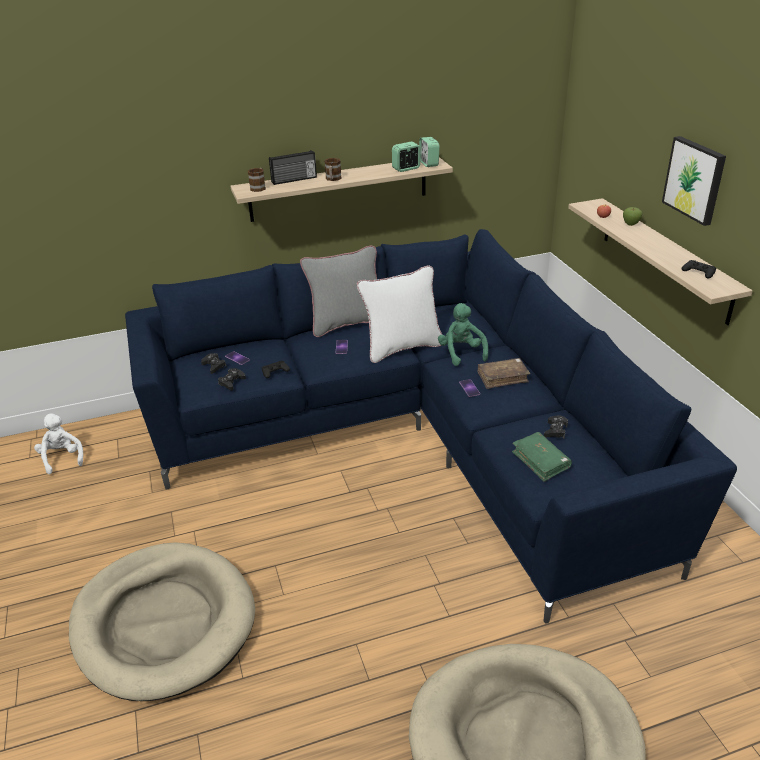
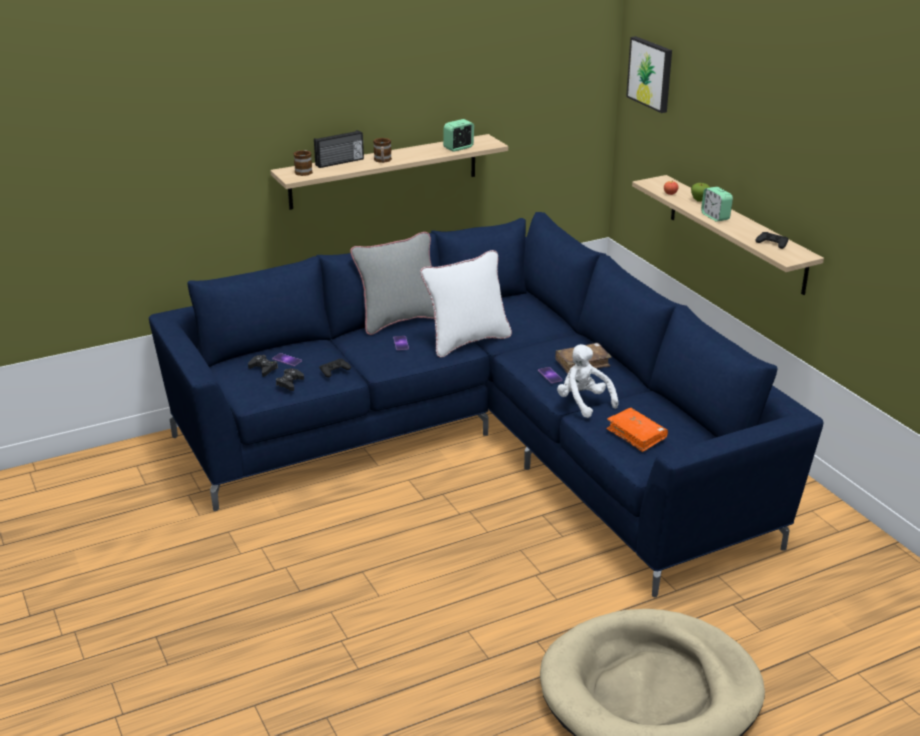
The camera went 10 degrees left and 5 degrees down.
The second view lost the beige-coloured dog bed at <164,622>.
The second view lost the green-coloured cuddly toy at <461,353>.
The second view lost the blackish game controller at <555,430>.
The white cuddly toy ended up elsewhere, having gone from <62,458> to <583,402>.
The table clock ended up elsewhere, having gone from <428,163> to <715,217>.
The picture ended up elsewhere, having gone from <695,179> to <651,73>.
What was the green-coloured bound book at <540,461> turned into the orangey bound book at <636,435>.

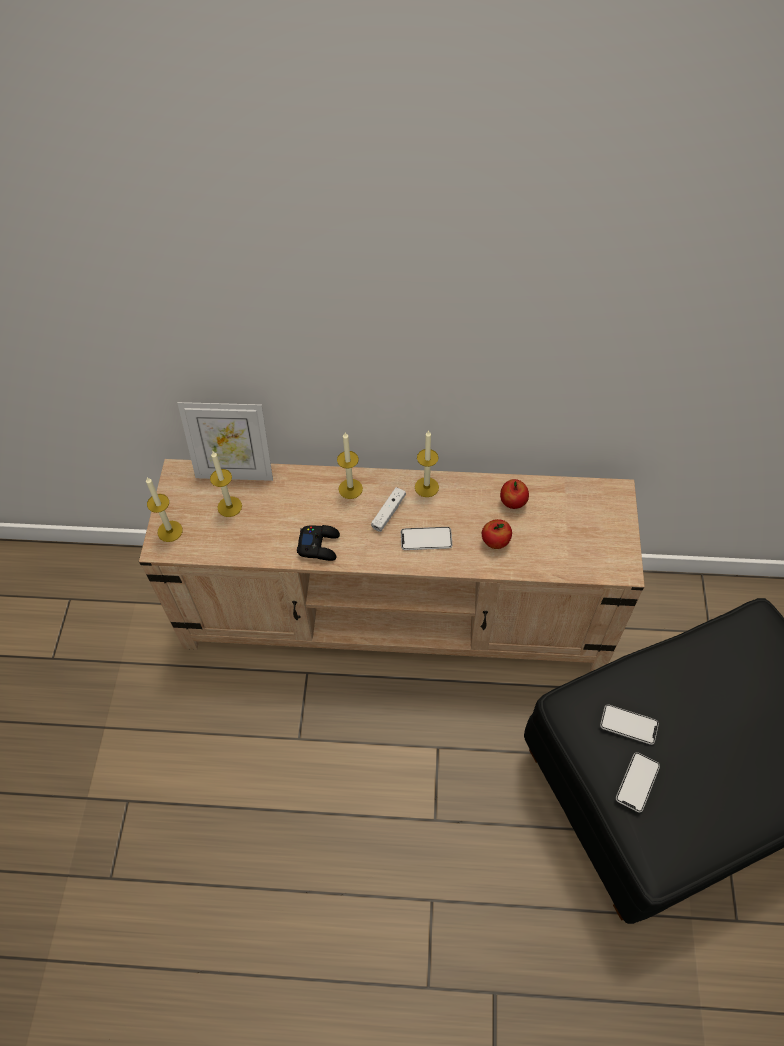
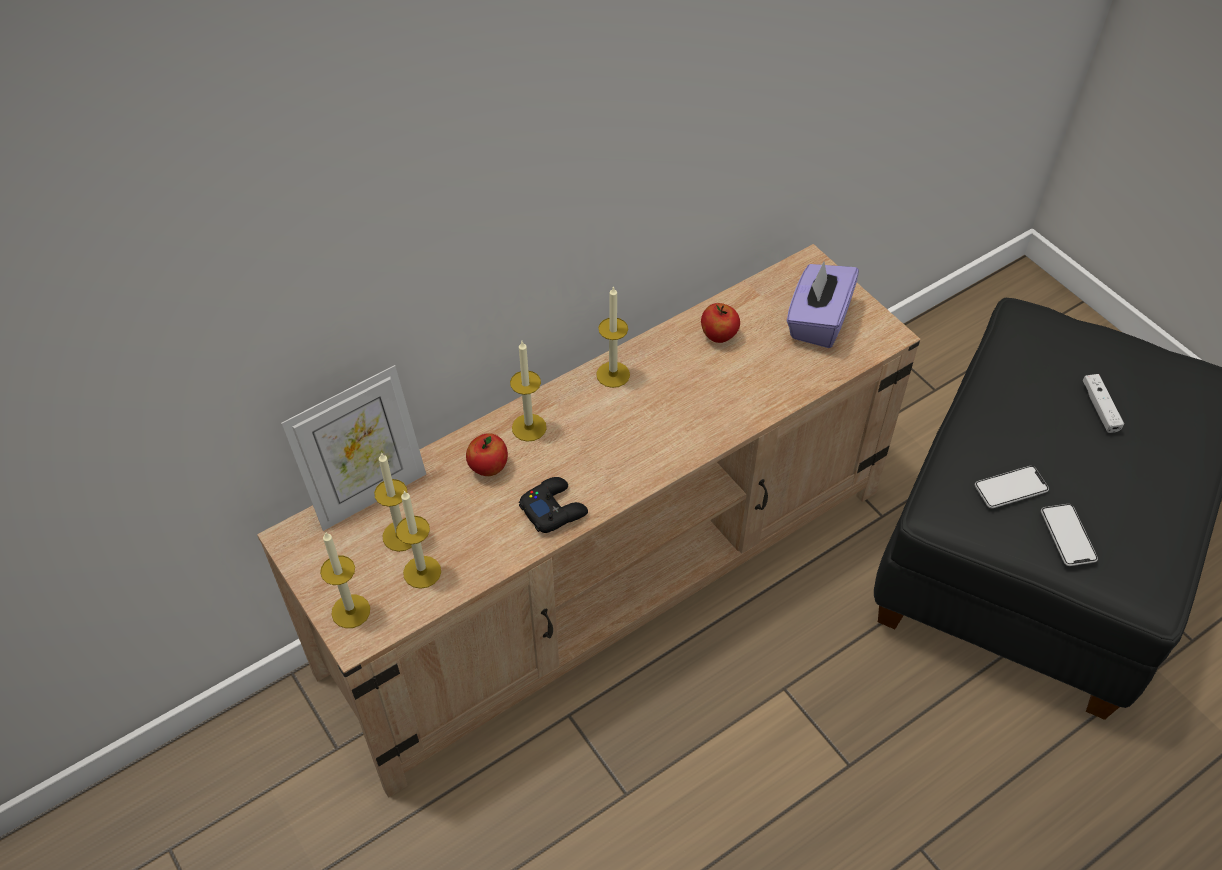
The camera went 40 degrees left and 5 degrees down.
The second view lost the handset at <426,539>.
The second view gained the wax candle at <422,572>.
The second view gained the purple-coloured tissue holder at <817,321>.
The white game controller ended up elsewhere, having gone from <388,512> to <1100,408>.
The apple fruit ended up elsewhere, having gone from <495,542> to <488,468>.

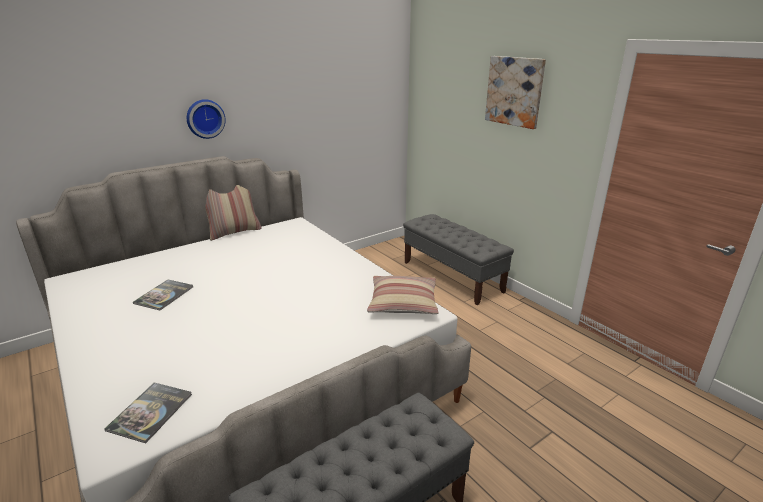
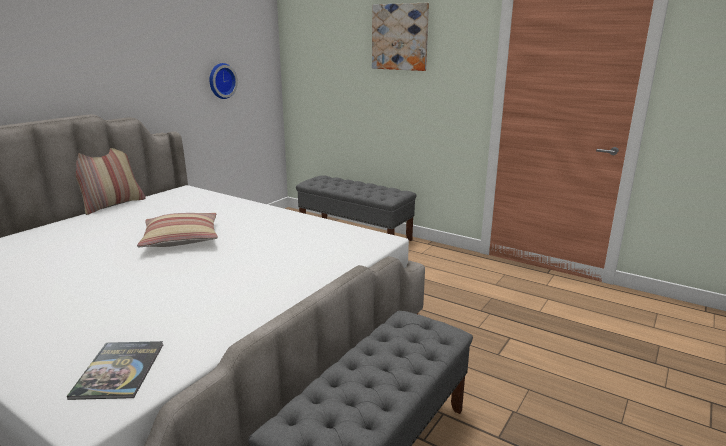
The camera went 20 degrees left and 5 degrees down.
The second view lost the bound book at <164,295>.
The wall clock ended up elsewhere, having gone from <205,118> to <221,81>.
The pillow ended up elsewhere, having gone from <403,303> to <181,239>.

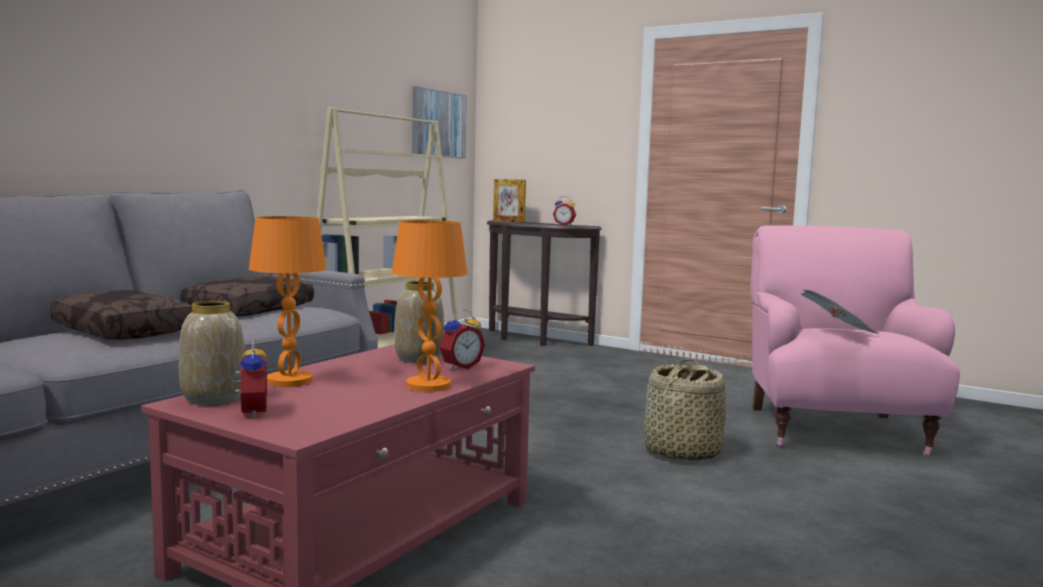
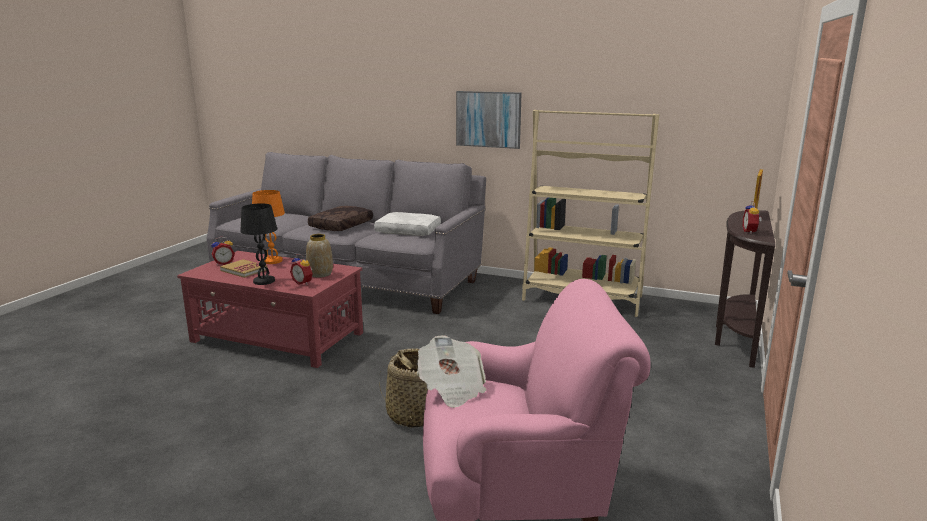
The camera went 80 degrees right and 10 degrees up.
The second view lost the flower vase at <214,399>.
The second view gained the bound book at <244,270>.
The picture ended up elsewhere, having gone from <438,124> to <488,119>.
What was the brown pillow at <249,310> turned into the white pillow at <409,231>.
What was the orangey tabletop lamp at <429,386> turned into the blackish tabletop lamp at <264,281>.

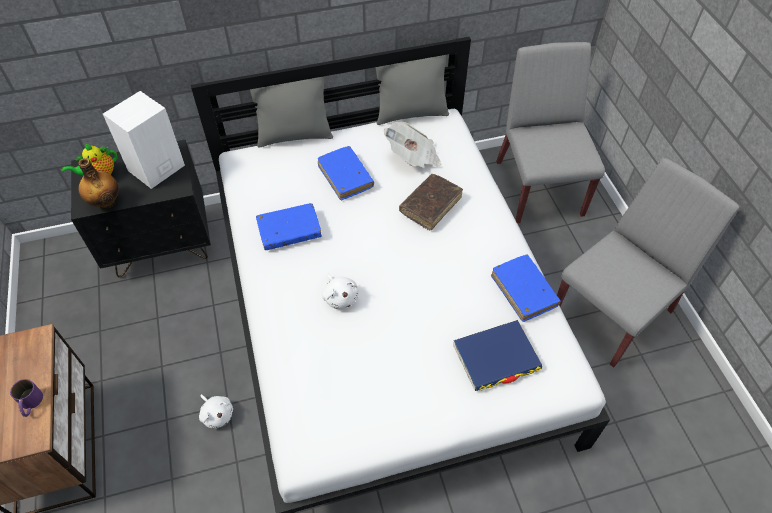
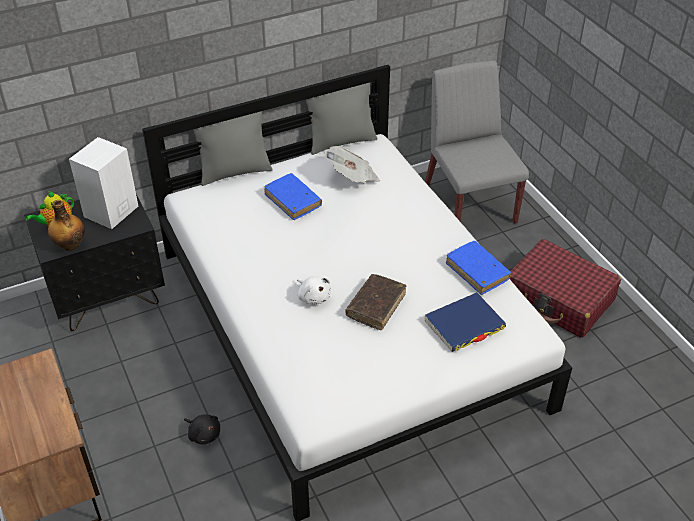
The camera went 10 degrees left and 10 degrees down.
The second view lost the purple-coloured tea mug at <30,404>.
The second view lost the bluish bound book at <289,231>.
The brown bound book ended up elsewhere, having gone from <430,205> to <376,306>.
Where the grey upright chair stood at <613,312>, the red-coloured suitcase came to stand at <559,299>.
What was the white cuddly toy at <217,414> turned into the blackish cuddly toy at <203,434>.

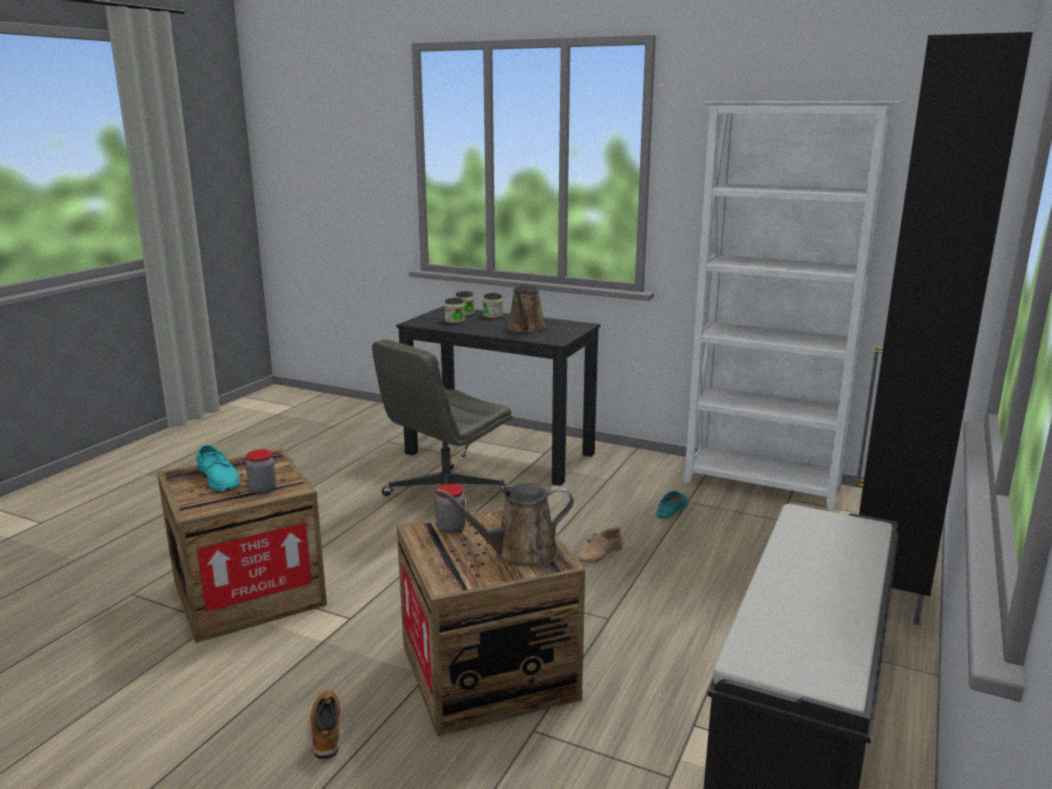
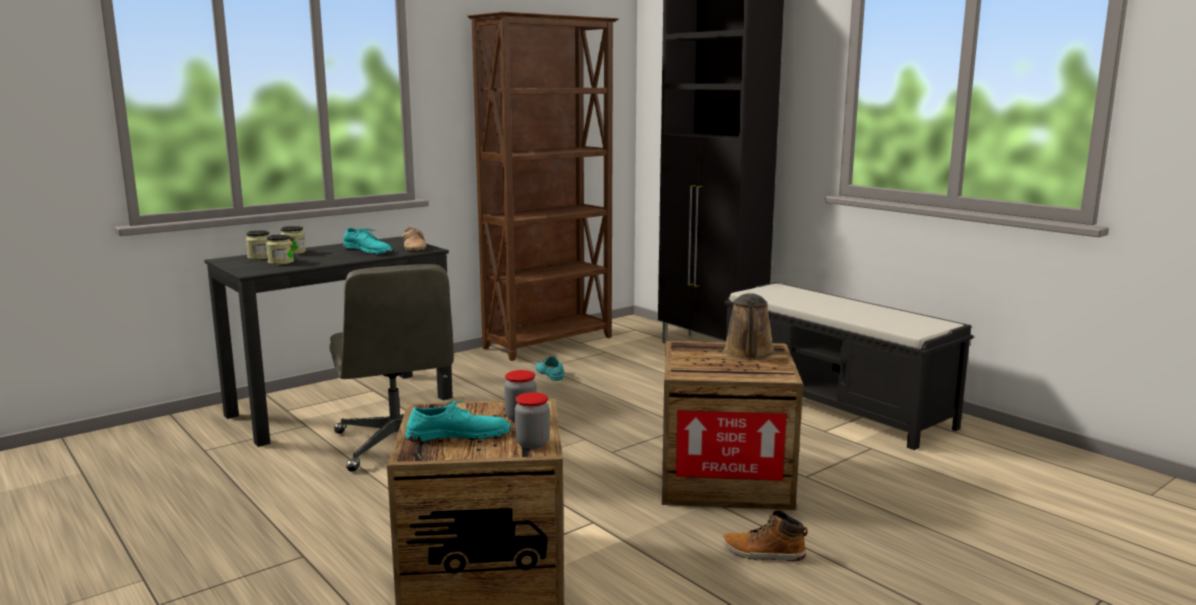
The camera went 65 degrees left and 5 degrees down.
The preserve jar ended up elsewhere, having gone from <451,527> to <532,443>.
The beige-coloured low shoe ended up elsewhere, having gone from <601,553> to <415,247>.
Where the brown watering can stood at <526,329>, the turquoise-coloured low shoe came to stand at <368,250>.
What was the white bookcase at <763,485> turned into the brown bookcase at <550,343>.

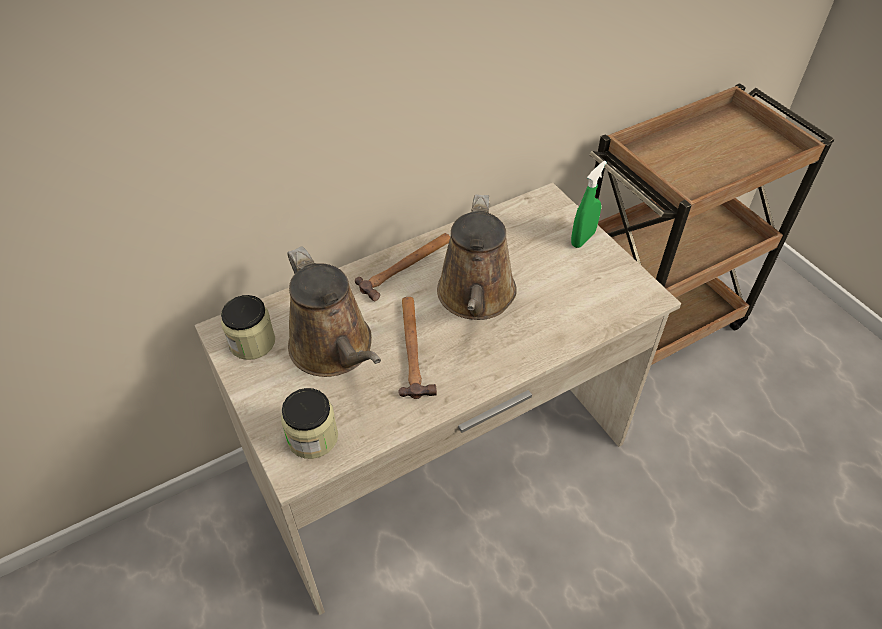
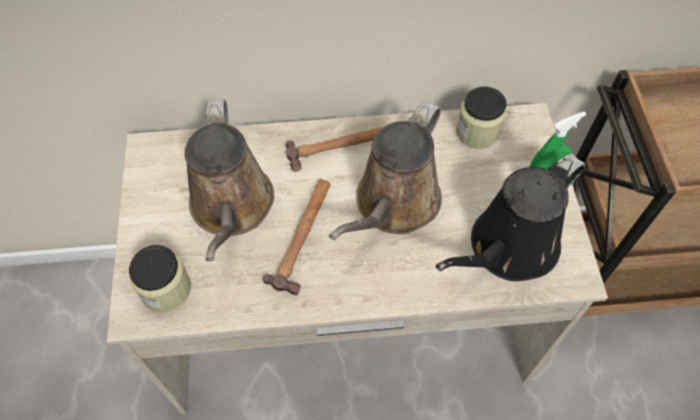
The camera went 25 degrees right and 10 degrees up.
The second view gained the blackish watering can at <508,248>.
The preserve jar ended up elsewhere, having gone from <252,342> to <477,131>.

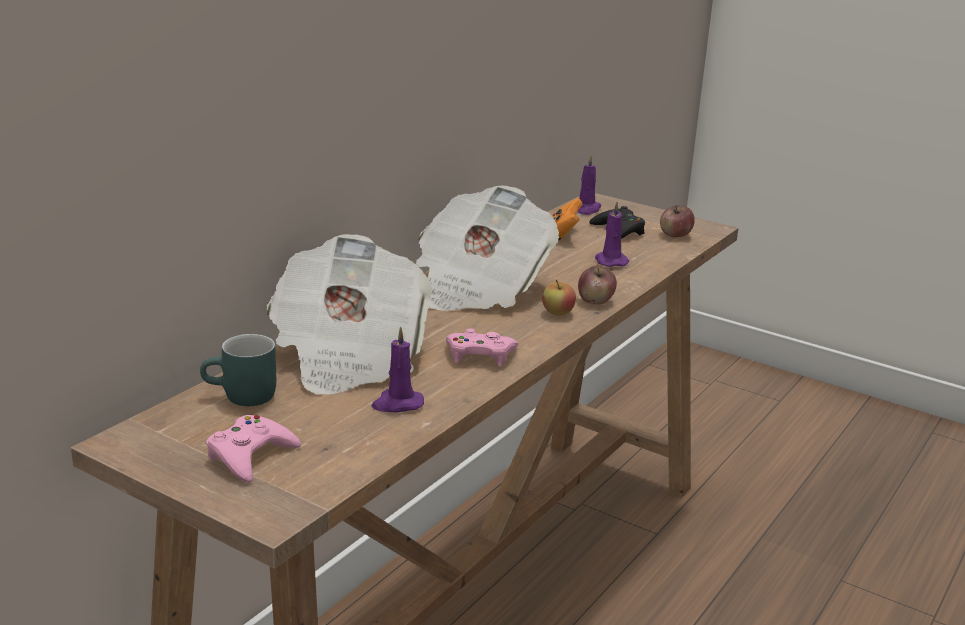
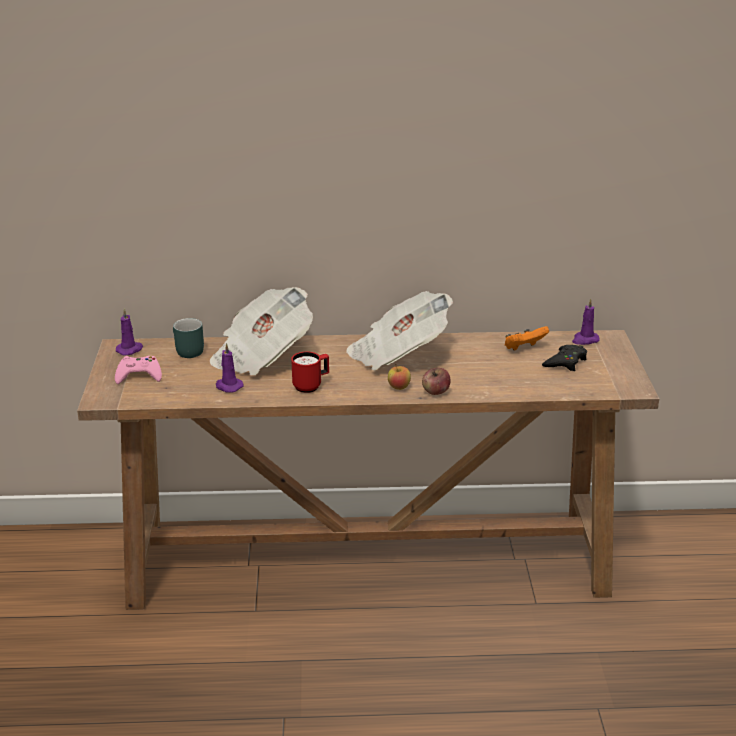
The camera went 55 degrees right and 5 degrees up.
The second view lost the apple fruit at <675,235>.
The purple-coloured wax candle ended up elsewhere, having gone from <610,261> to <130,350>.
Where the pink-coloured game controller stood at <480,355>, the red-coloured tea mug came to stand at <311,386>.

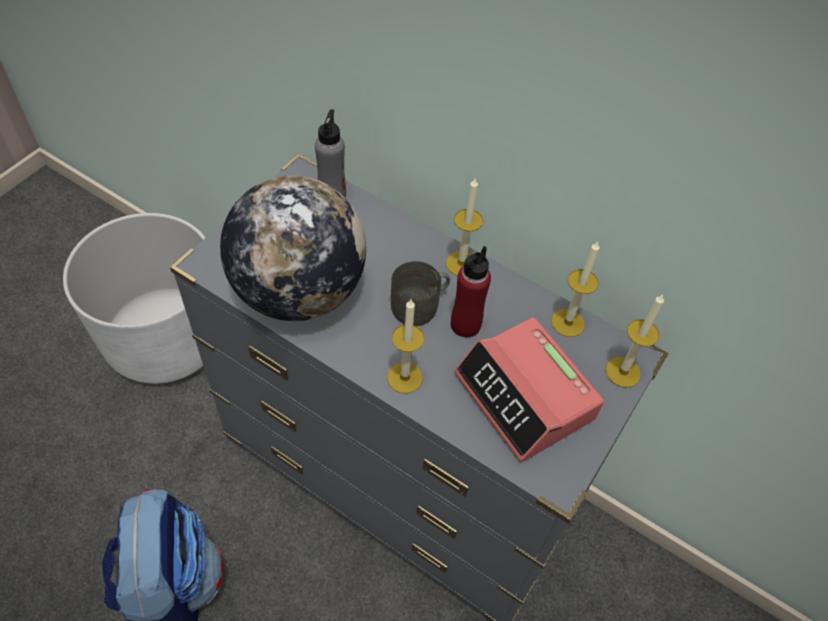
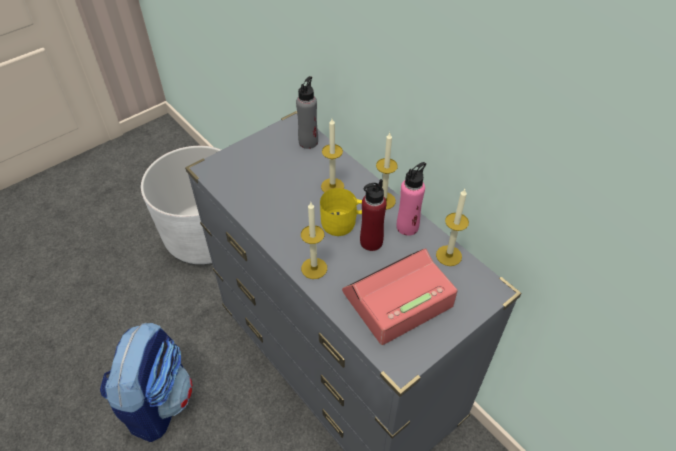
The camera went 20 degrees right and 5 degrees down.
The second view lost the desk globe at <298,291>.
The second view gained the pink-coloured drink bottle at <407,227>.
The wax candle ended up elsewhere, having gone from <623,372> to <332,186>.
What was the grey tea mug at <420,306> turned into the yellow tea mug at <343,223>.
The table clock at <525,397> ended up facing another way, 75 degrees clockwise from before.

